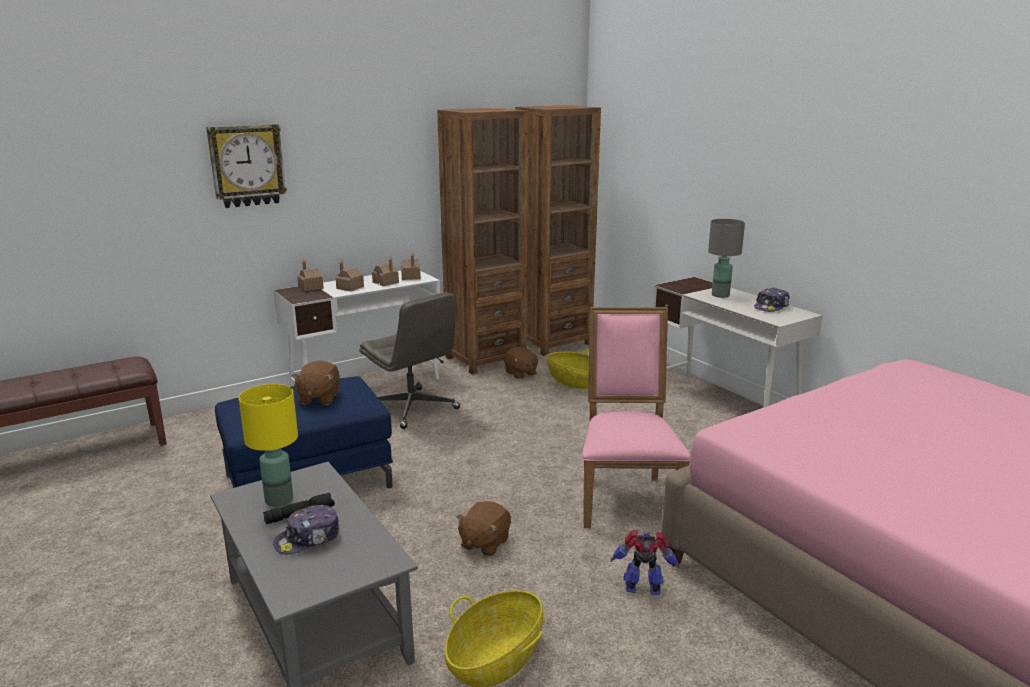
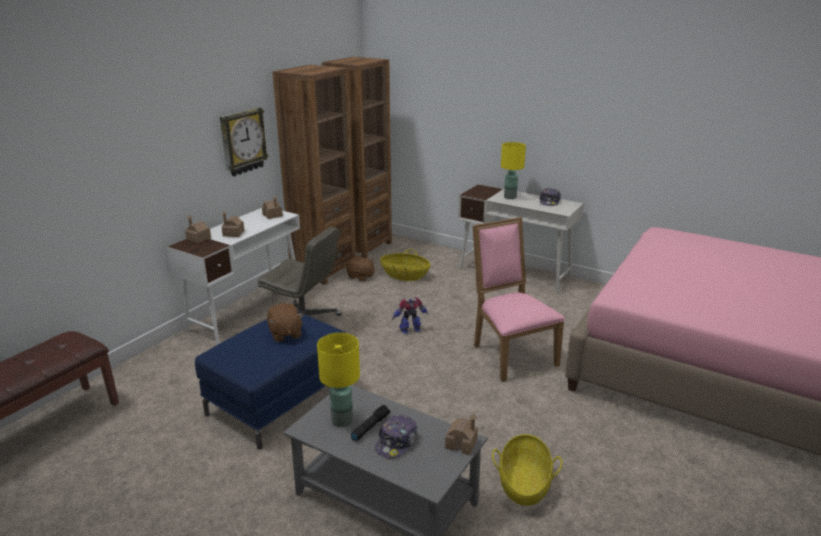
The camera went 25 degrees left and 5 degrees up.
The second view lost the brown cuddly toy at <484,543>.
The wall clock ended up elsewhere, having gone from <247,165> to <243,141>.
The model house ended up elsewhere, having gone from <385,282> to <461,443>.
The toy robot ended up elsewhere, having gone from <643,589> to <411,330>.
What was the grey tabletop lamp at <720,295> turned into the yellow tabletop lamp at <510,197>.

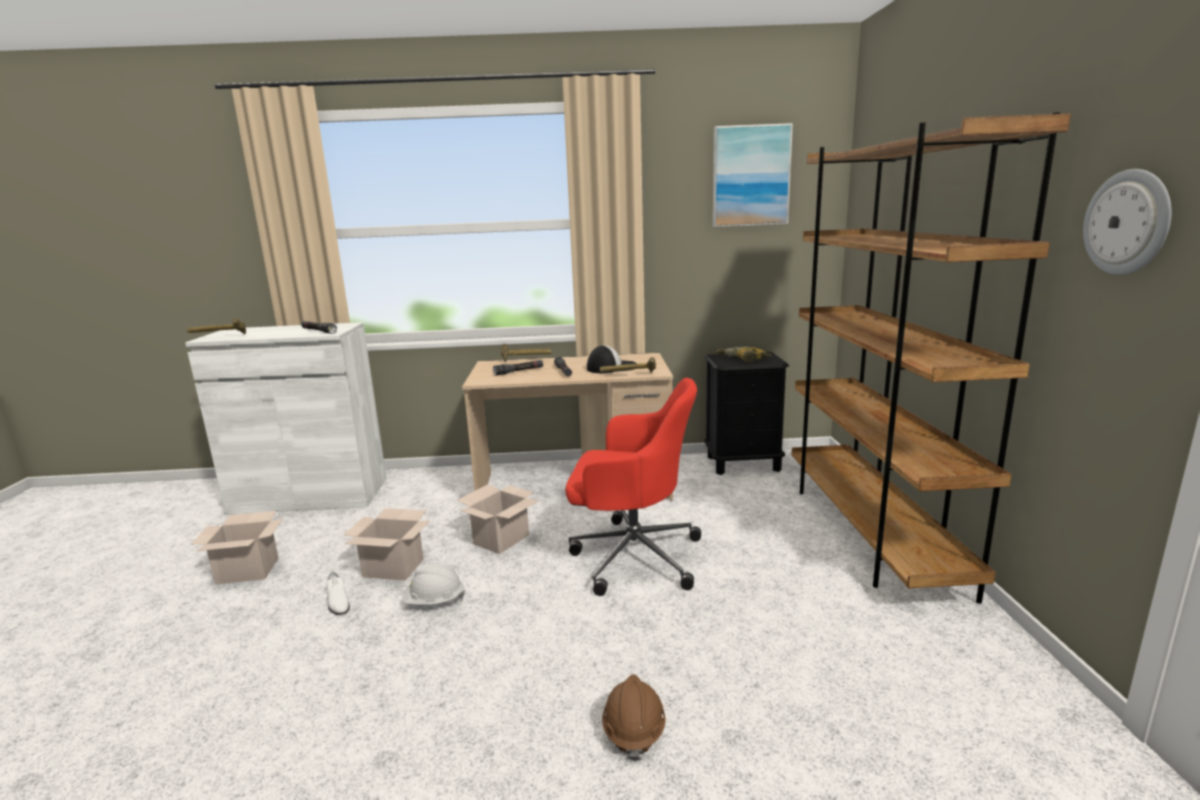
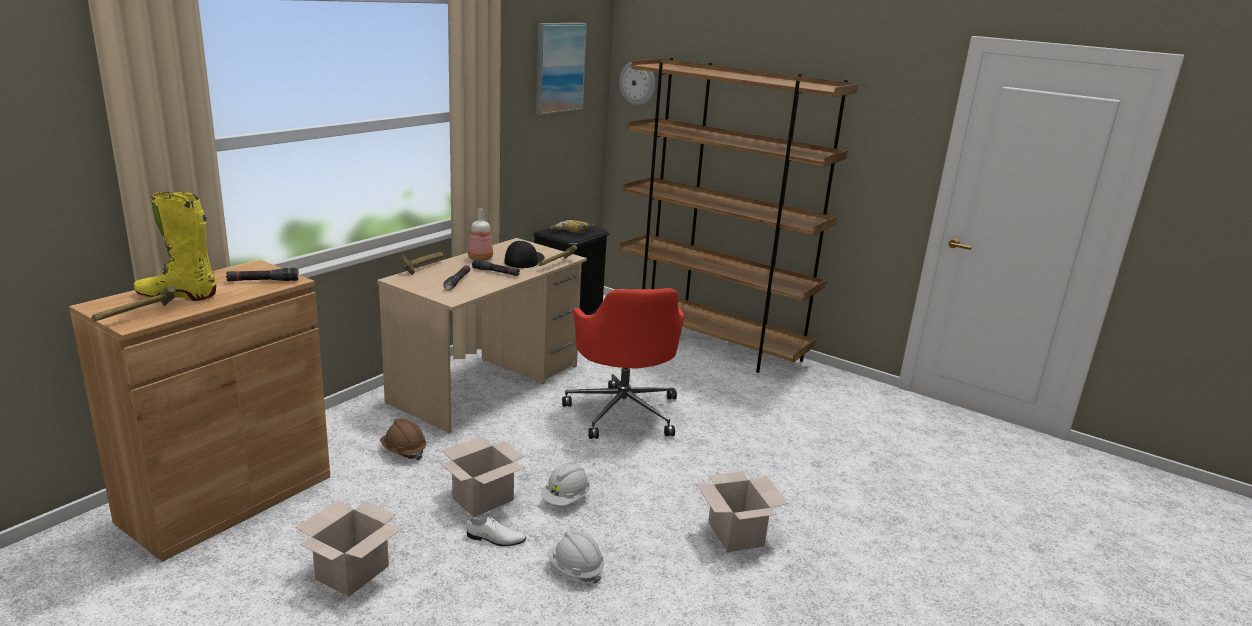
The camera went 55 degrees left and 5 degrees up.
The second view gained the yellow boot at <177,296>.
The second view gained the drink bottle at <479,258>.
The second view gained the white safety helmet at <575,569>.
The cardboard box ended up elsewhere, having gone from <501,540> to <737,535>.
The brown safety helmet ended up elsewhere, having gone from <633,730> to <403,451>.
The wall clock ended up elsewhere, having gone from <1127,222> to <638,83>.
What was the white storage cabinet at <310,495> turned into the brown storage cabinet at <227,499>.
The red-coloured desk chair at <632,556> ended up facing another way, 120 degrees clockwise from before.

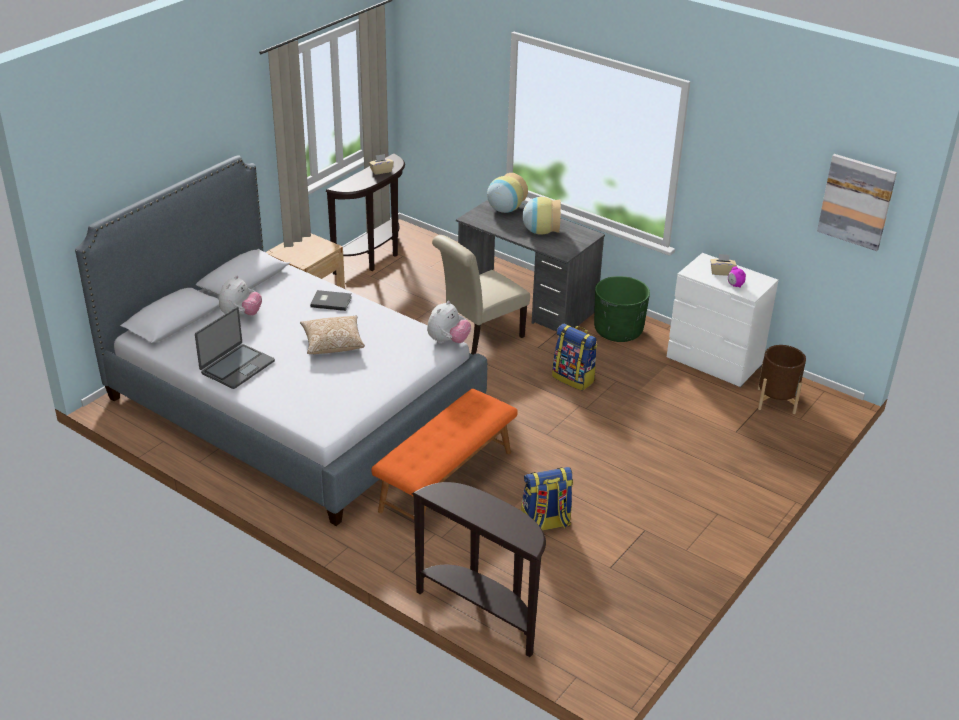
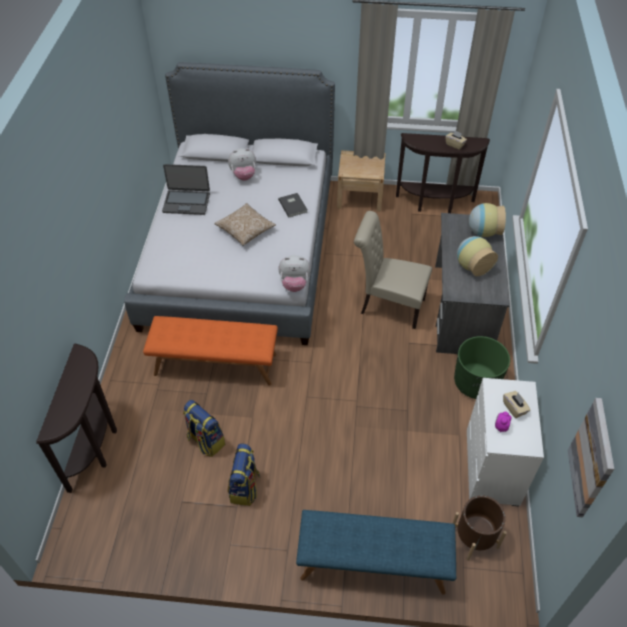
The camera went 60 degrees right and 15 degrees up.
The second view gained the bluish indoor bench at <373,564>.
The knapsack ended up elsewhere, having gone from <574,378> to <245,488>.

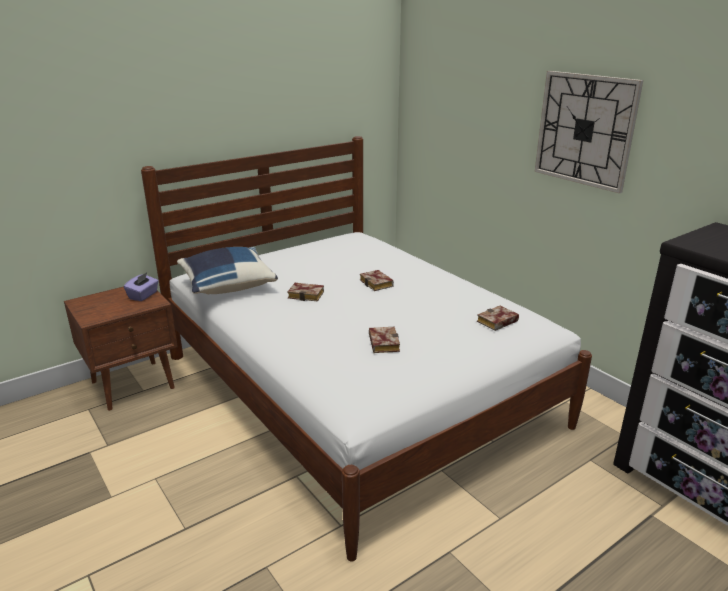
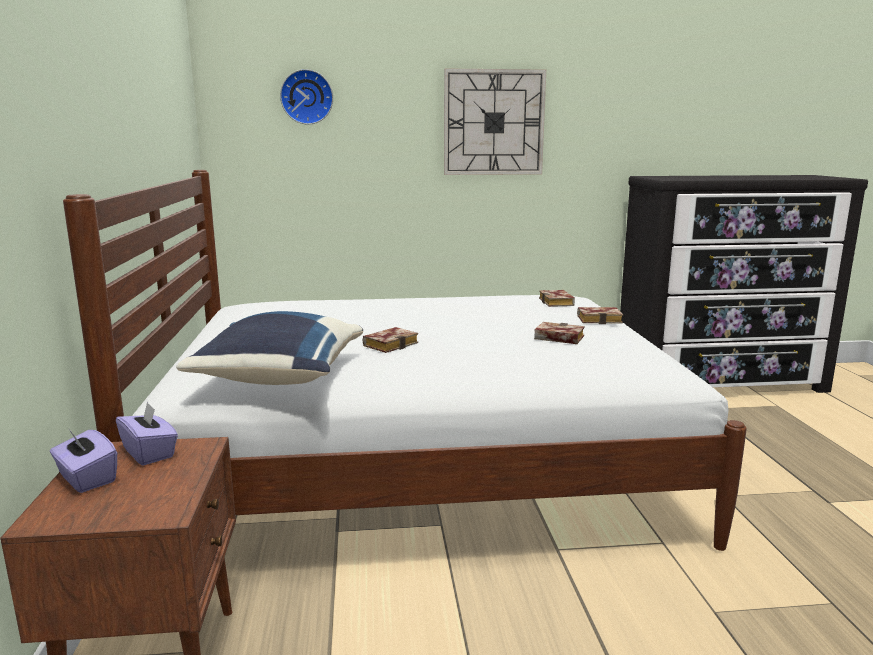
The camera went 60 degrees left and 10 degrees down.
The second view gained the purple-coloured tissue holder at <86,479>.
The second view gained the wall clock at <307,97>.
The bound book ended up elsewhere, having gone from <378,284> to <601,319>.

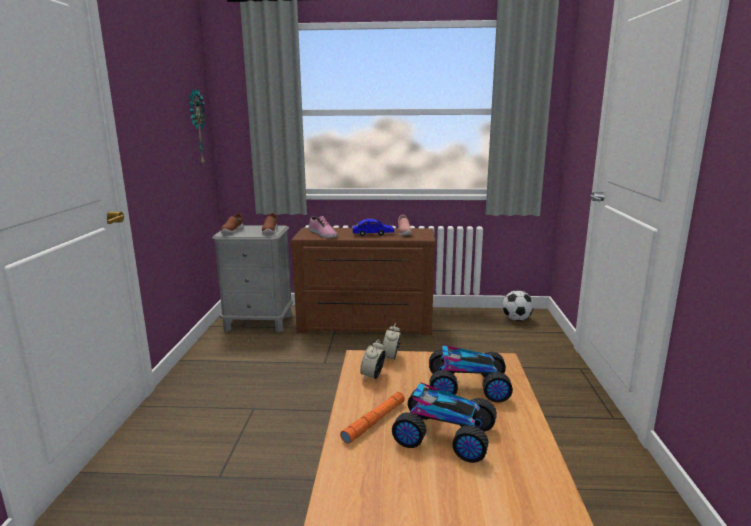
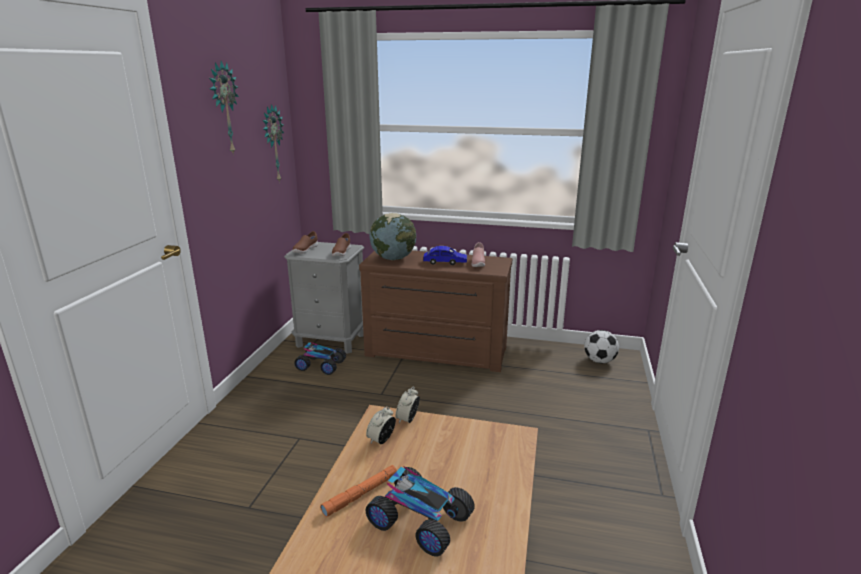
The camera went 10 degrees right and 5 degrees up.
The second view gained the wall clock at <223,109>.
The toy car ended up elsewhere, having gone from <467,387> to <320,366>.
Where the low shoe stood at <322,234>, the desk globe came to stand at <393,258>.

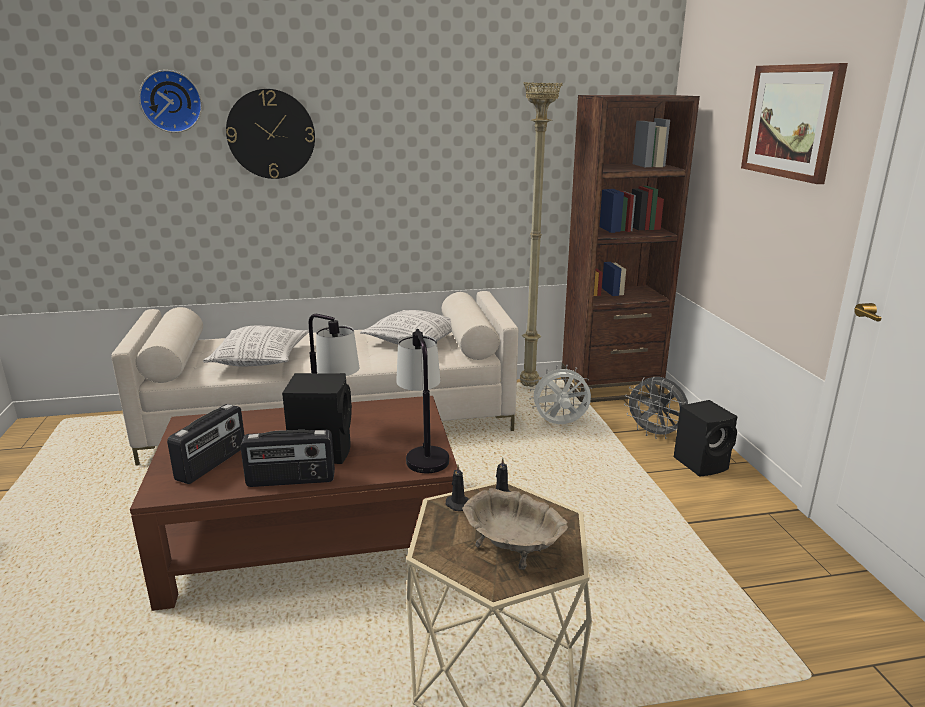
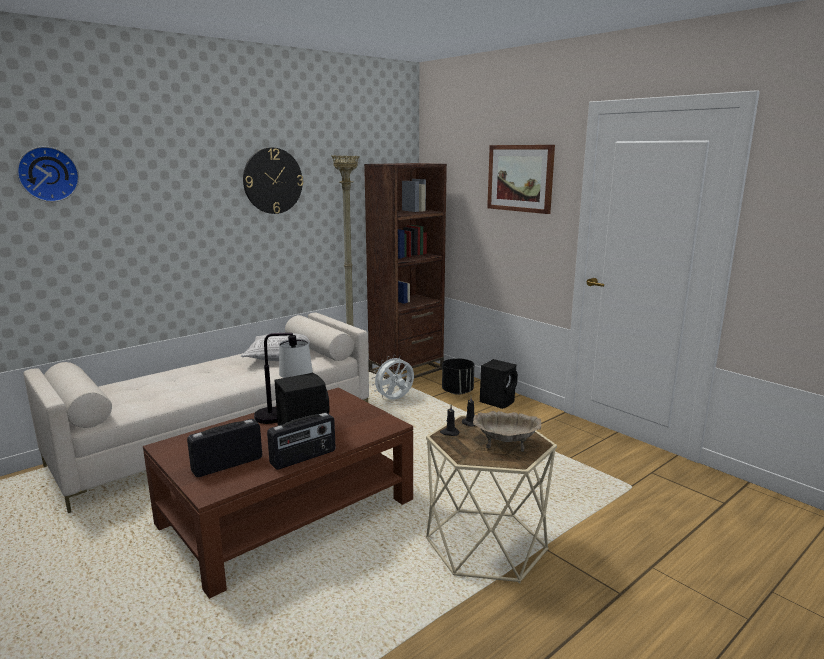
The camera went 30 degrees left and 5 degrees down.
The second view lost the pillow at <260,359>.
The second view lost the tabletop lamp at <423,451>.
The wall clock ended up elsewhere, having gone from <271,134> to <273,181>.
Where the grey fan stood at <655,434>, the blackish flower pot came to stand at <457,391>.
The radio at <212,463> ended up facing another way, 120 degrees counterclockwise from before.

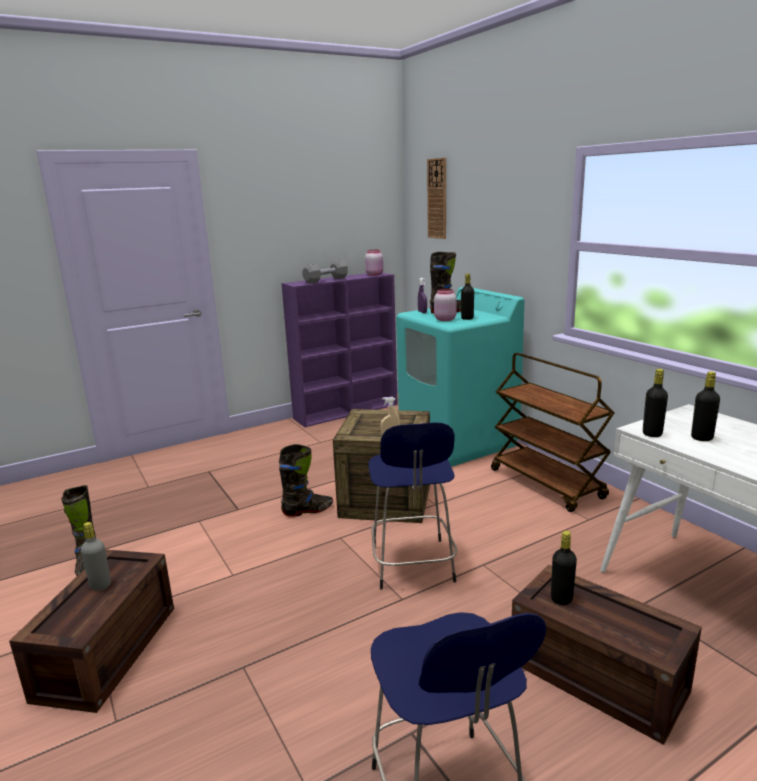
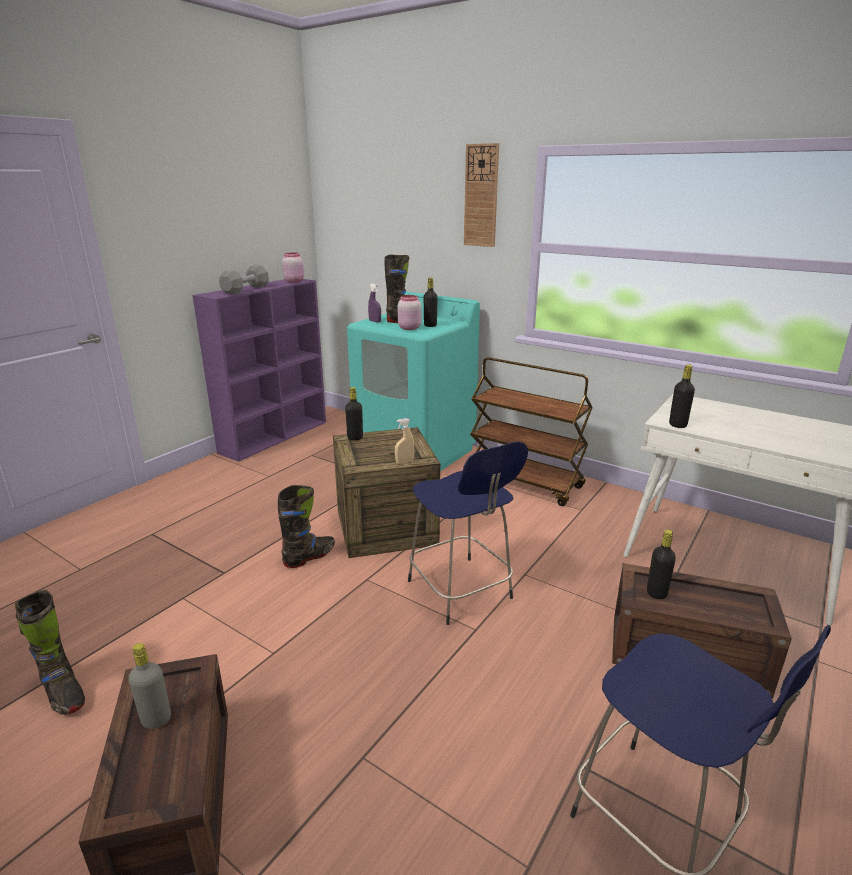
The camera went 25 degrees left and 5 degrees up.
The wall clock ended up elsewhere, having gone from <437,199> to <481,196>.
The blackish drink bottle ended up elsewhere, having gone from <701,438> to <355,438>.

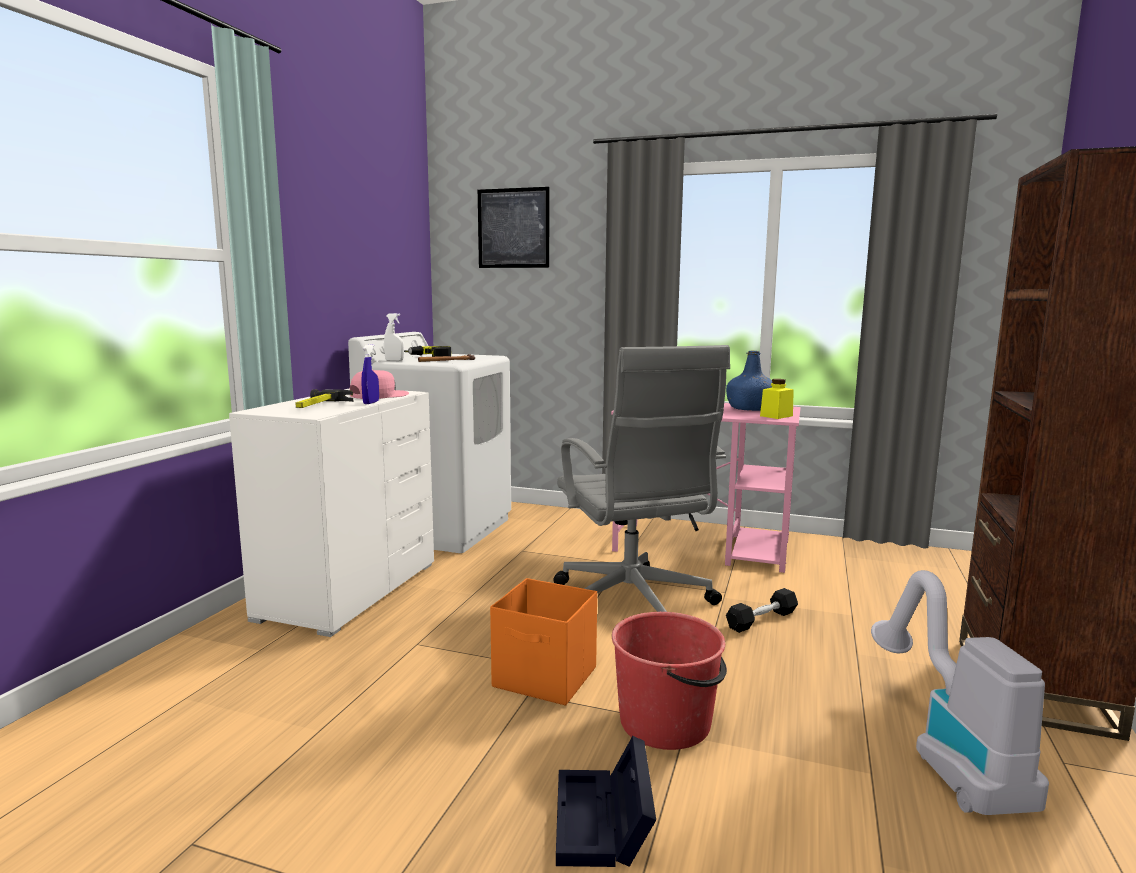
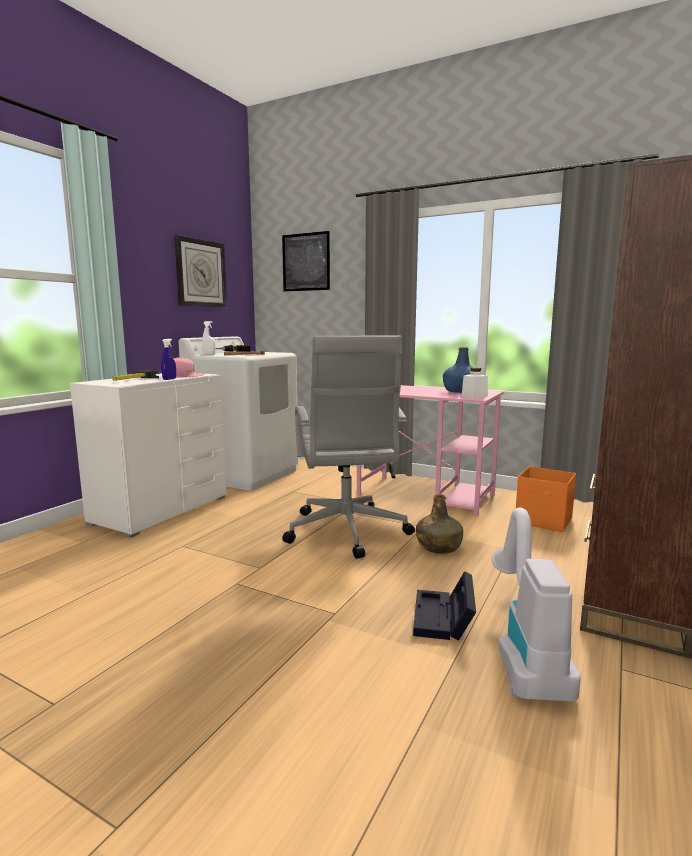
The camera went 10 degrees right and 0 degrees up.
The second view lost the red-coloured water bucket at <666,723>.
The second view gained the wall clock at <200,273>.
The orangey storage container ended up elsewhere, having gone from <546,678> to <544,521>.
The blackish storage container ended up elsewhere, having gone from <603,823> to <444,619>.
Where the blackish free weight stood at <762,620>, the green-coloured drink bottle came to stand at <438,547>.
What was the yellow preserve jar at <776,416> turned into the white preserve jar at <474,396>.

